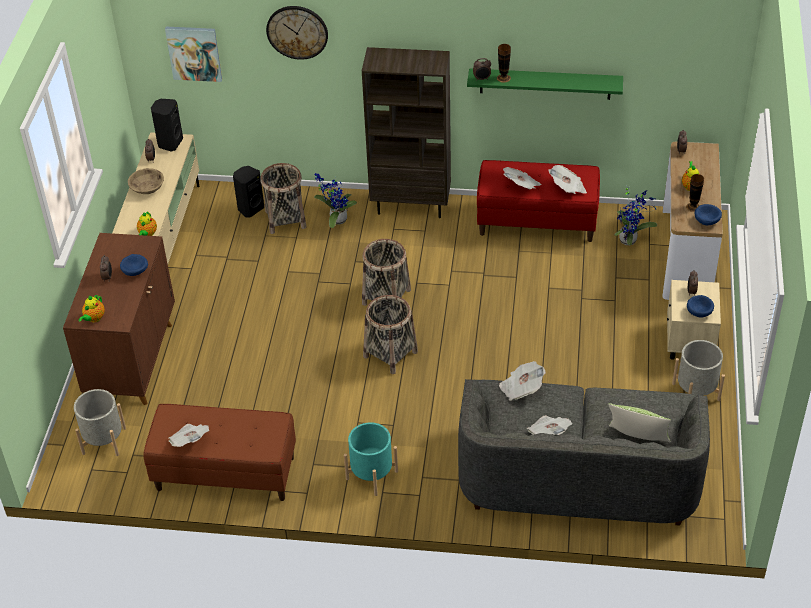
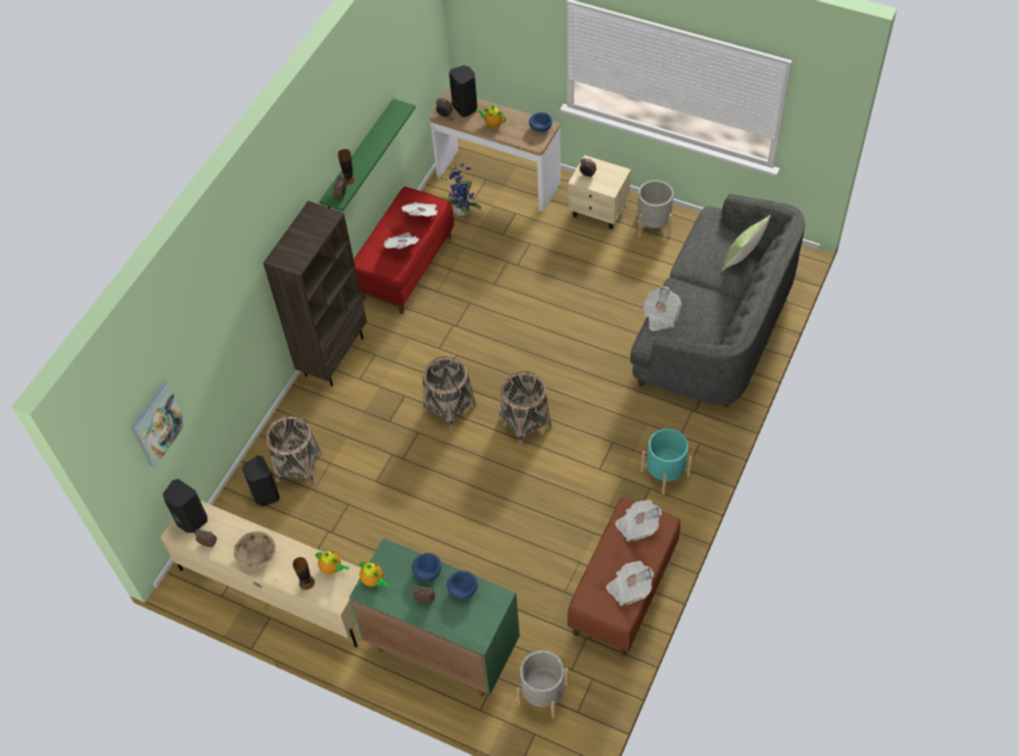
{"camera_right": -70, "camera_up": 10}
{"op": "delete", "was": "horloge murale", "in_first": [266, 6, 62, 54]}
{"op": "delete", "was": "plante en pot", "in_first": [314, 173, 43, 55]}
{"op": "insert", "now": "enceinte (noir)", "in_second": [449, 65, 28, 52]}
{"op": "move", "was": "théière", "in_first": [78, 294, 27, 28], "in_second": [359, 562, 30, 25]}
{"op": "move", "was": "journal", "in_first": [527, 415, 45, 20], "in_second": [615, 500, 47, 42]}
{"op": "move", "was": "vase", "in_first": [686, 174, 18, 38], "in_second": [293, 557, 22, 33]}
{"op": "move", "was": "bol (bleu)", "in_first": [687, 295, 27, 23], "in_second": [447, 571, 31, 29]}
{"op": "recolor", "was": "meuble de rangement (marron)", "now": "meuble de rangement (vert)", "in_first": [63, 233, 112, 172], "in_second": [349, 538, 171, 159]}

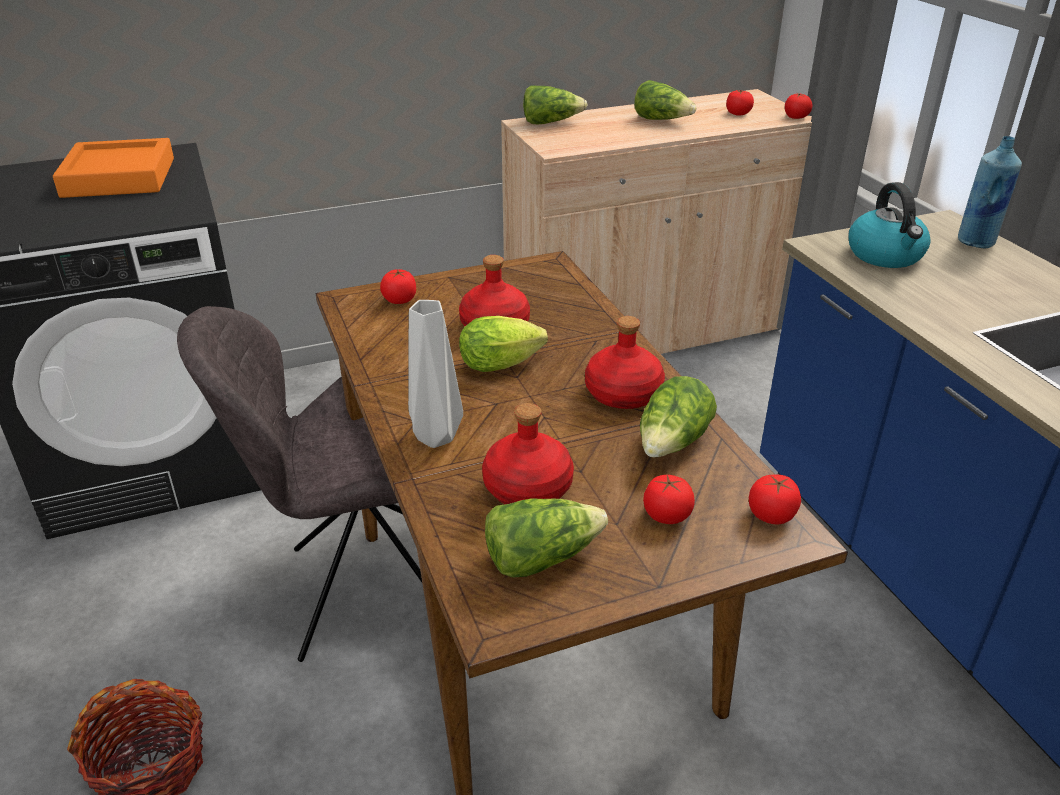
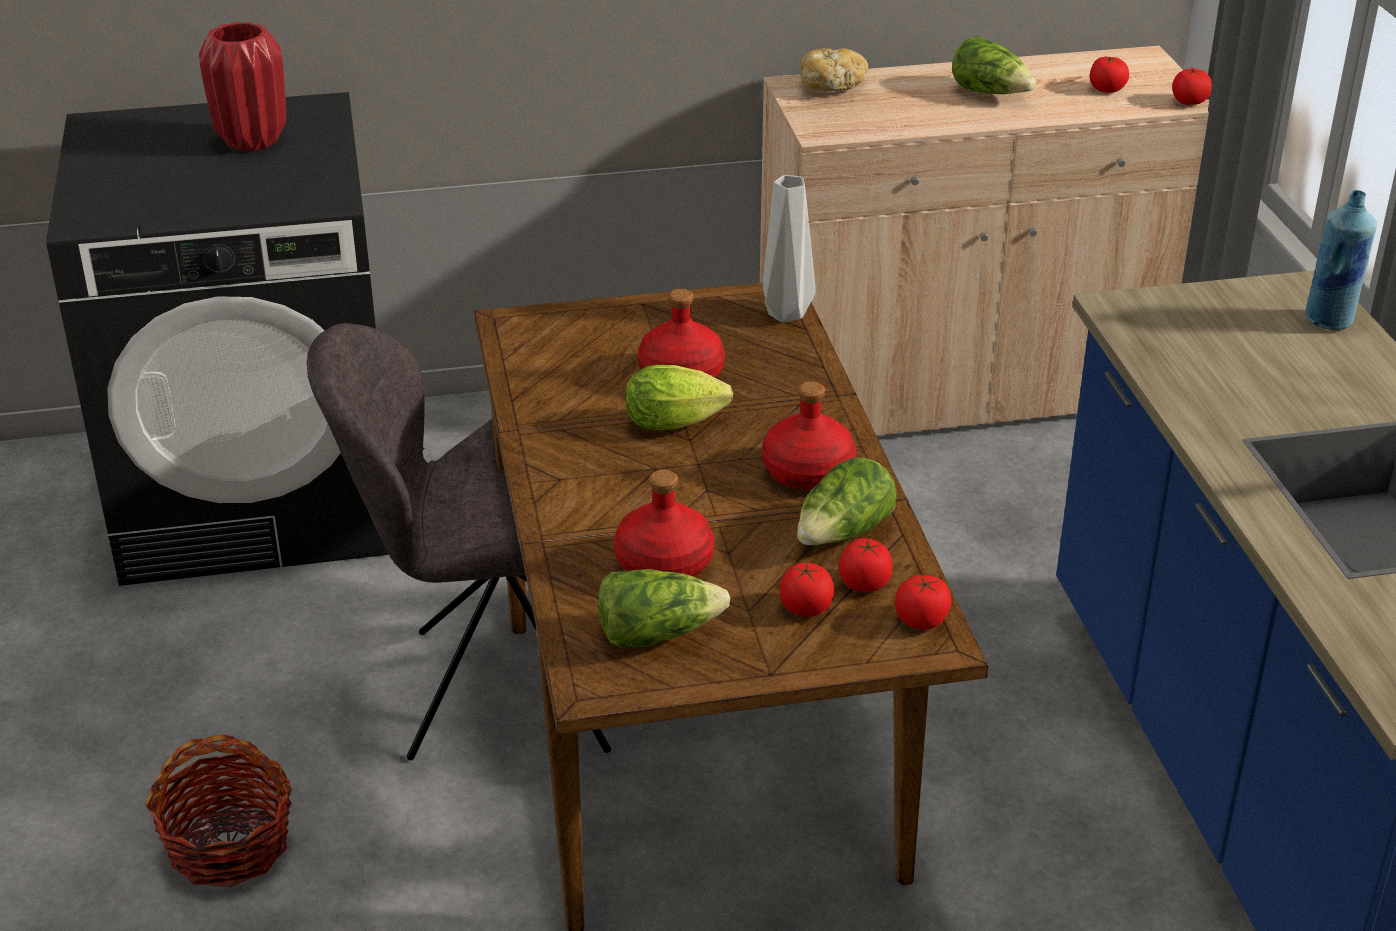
{"camera_right": 10, "camera_up": 0}
{"op": "delete", "was": "bouilloire", "in_first": [849, 182, 82, 86]}
{"op": "move", "was": "tomate", "in_first": [380, 269, 36, 35], "in_second": [839, 538, 53, 54]}
{"op": "move", "was": "vase (gris)", "in_first": [408, 300, 55, 148], "in_second": [762, 175, 54, 147]}
{"op": "replace", "was": "plateau (orange)", "now": "vase (rouge)", "in_first": [53, 138, 121, 60], "in_second": [199, 22, 87, 129]}
{"op": "replace", "was": "laitue", "now": "pain", "in_first": [523, 85, 65, 39], "in_second": [800, 48, 68, 43]}

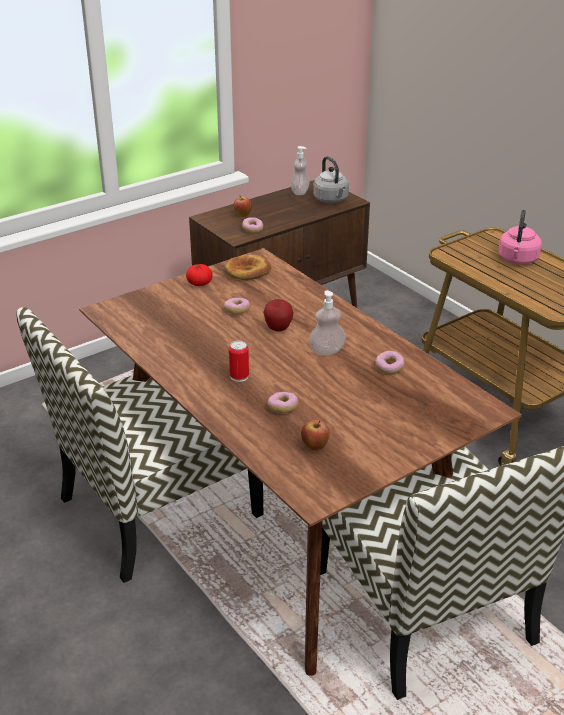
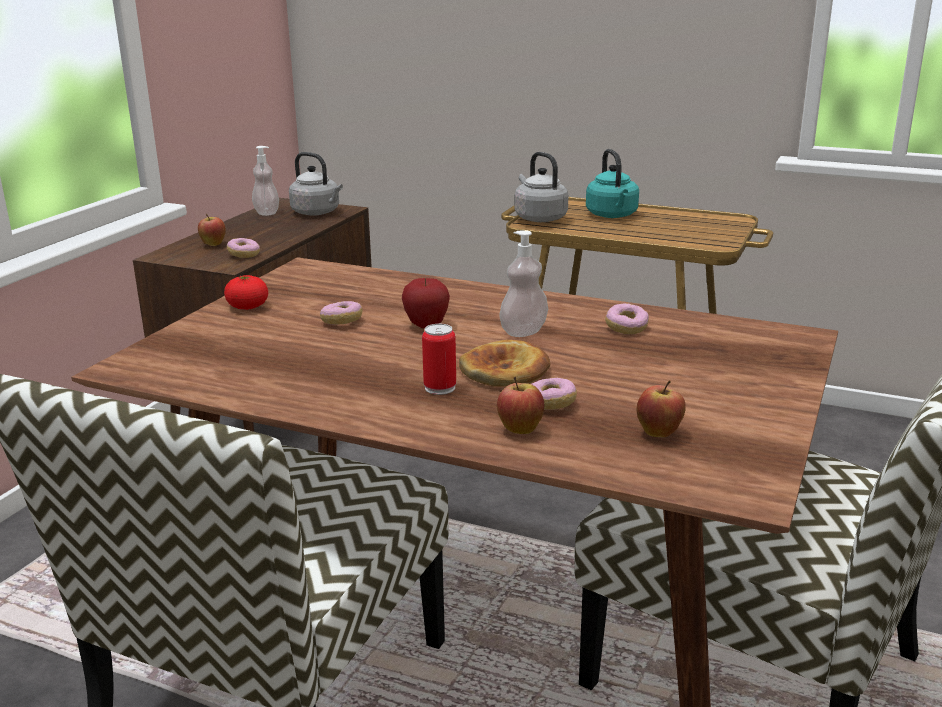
{"camera_right": -30, "camera_up": -10}
{"op": "insert", "now": "pomme", "in_second": [497, 377, 47, 57]}
{"op": "insert", "now": "bouilloire (gris)", "in_second": [515, 152, 53, 70]}
{"op": "move", "was": "pain", "in_first": [225, 255, 47, 26], "in_second": [459, 340, 92, 47]}
{"op": "recolor", "was": "bouilloire (rose)", "now": "bouilloire (turquoise)", "in_first": [498, 210, 44, 55], "in_second": [586, 149, 53, 69]}

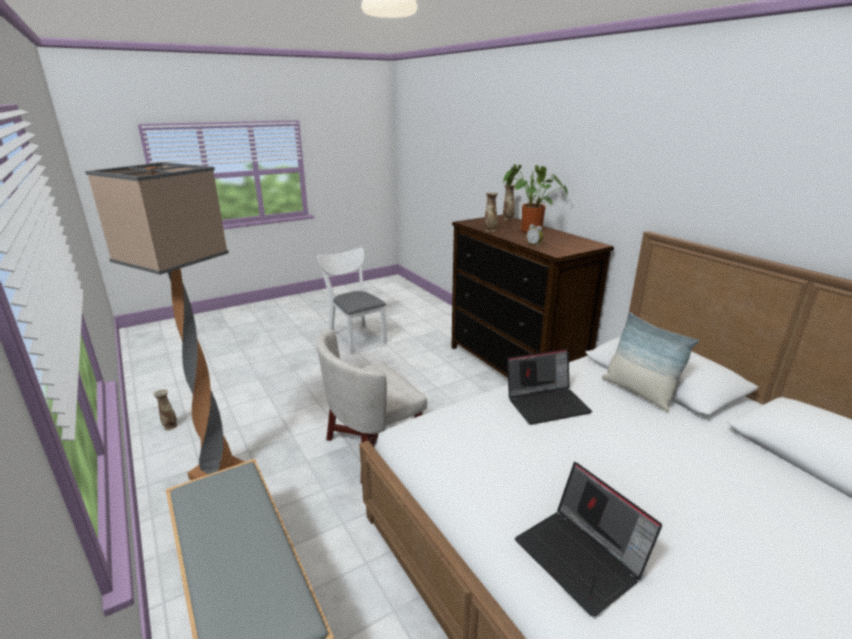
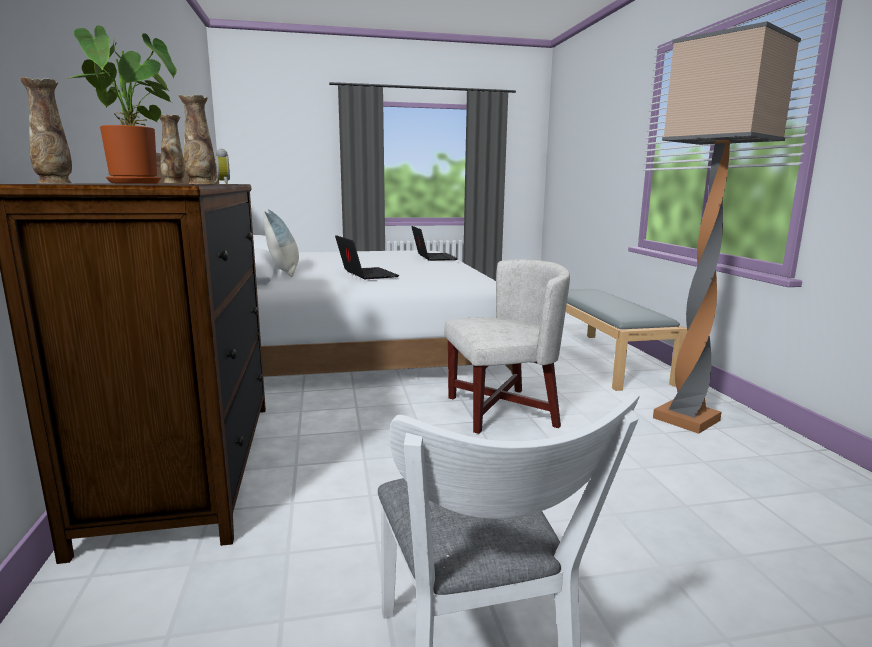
{"camera_right": -160, "camera_up": -10}
{"op": "move", "was": "vase", "in_first": [153, 389, 24, 41], "in_second": [159, 114, 26, 69]}
{"op": "rotate", "was": "ordinateur portable", "in_first": [507, 349, 85, 76], "in_second": [335, 235, 64, 44], "clockwise": 60}

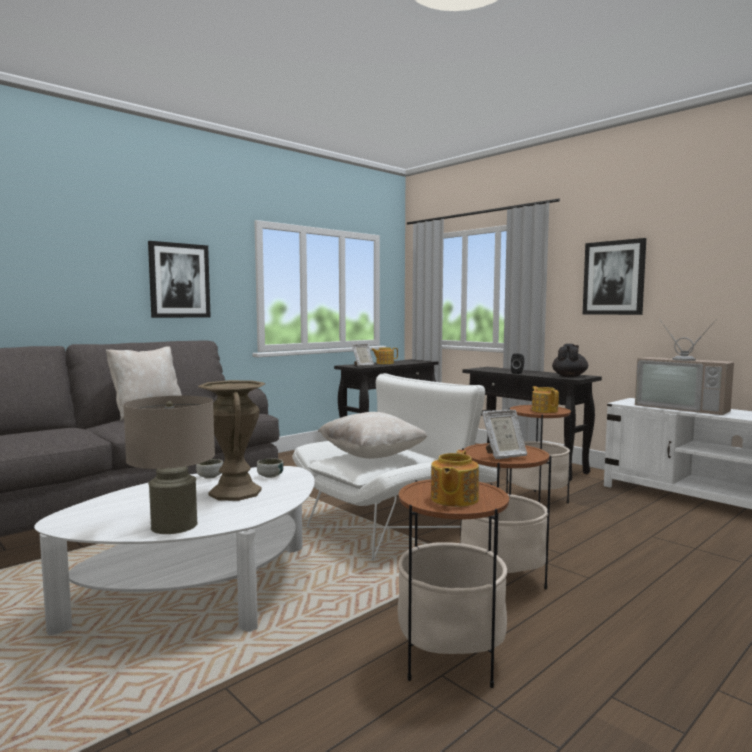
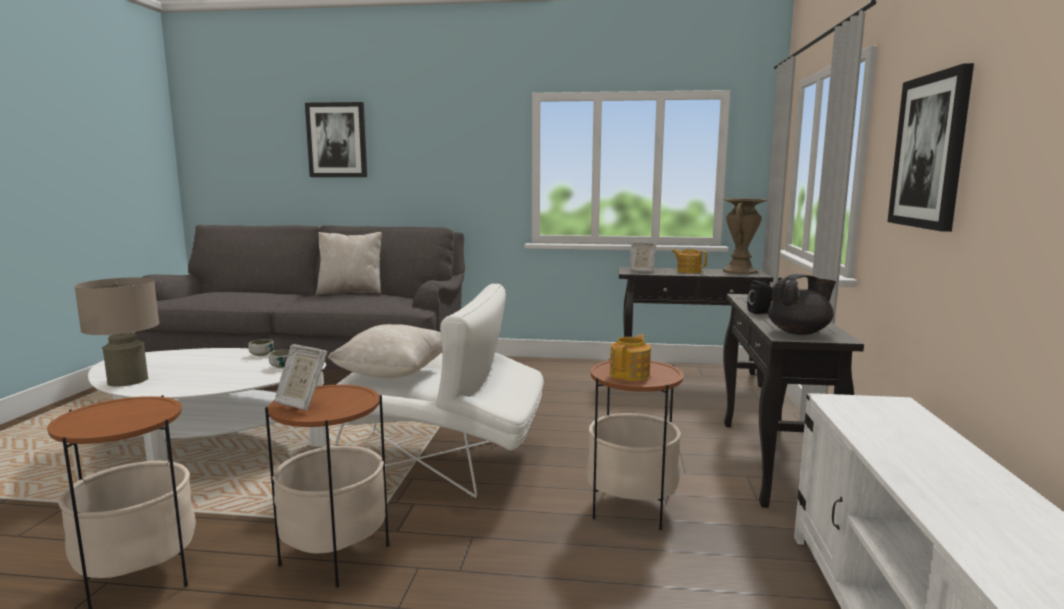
{"camera_right": 50, "camera_up": 5}
{"op": "delete", "was": "théière", "in_first": [431, 450, 48, 57]}
{"op": "delete", "was": "téléviseur", "in_first": [635, 319, 99, 96]}
{"op": "move", "was": "tableau", "in_first": [148, 241, 63, 77], "in_second": [305, 102, 62, 75]}
{"op": "move", "was": "vase (marron)", "in_first": [198, 380, 67, 121], "in_second": [723, 198, 45, 76]}

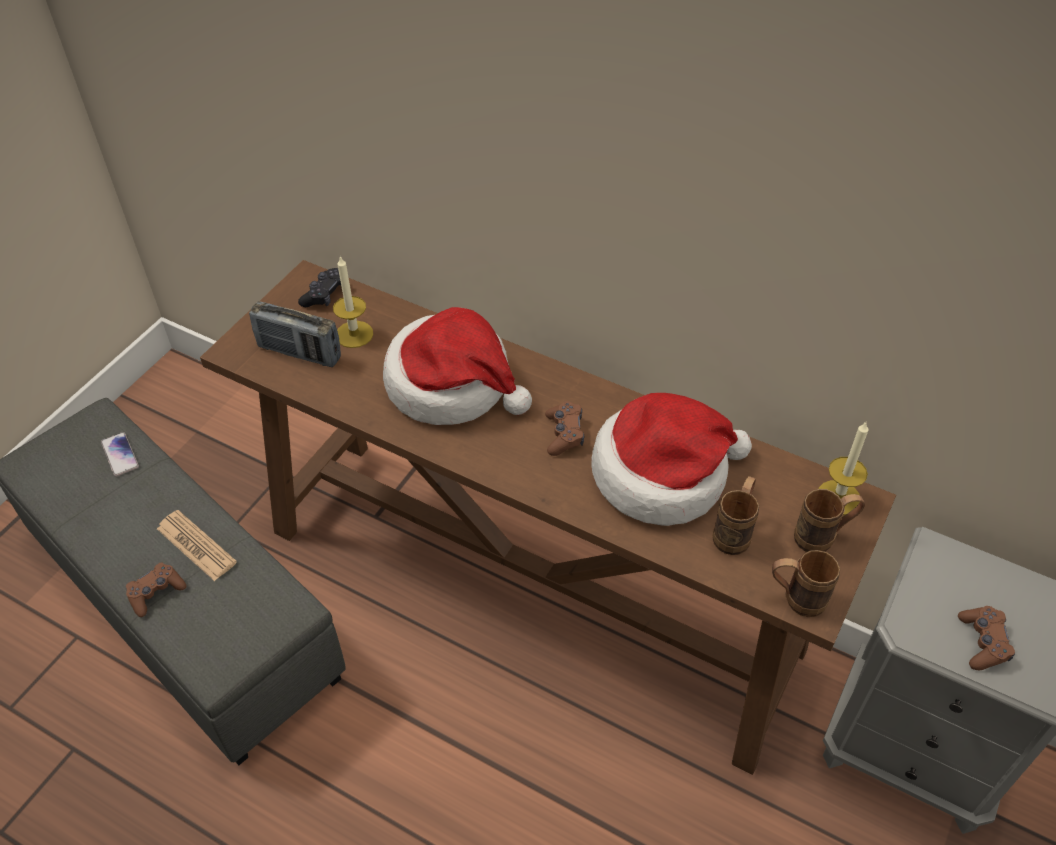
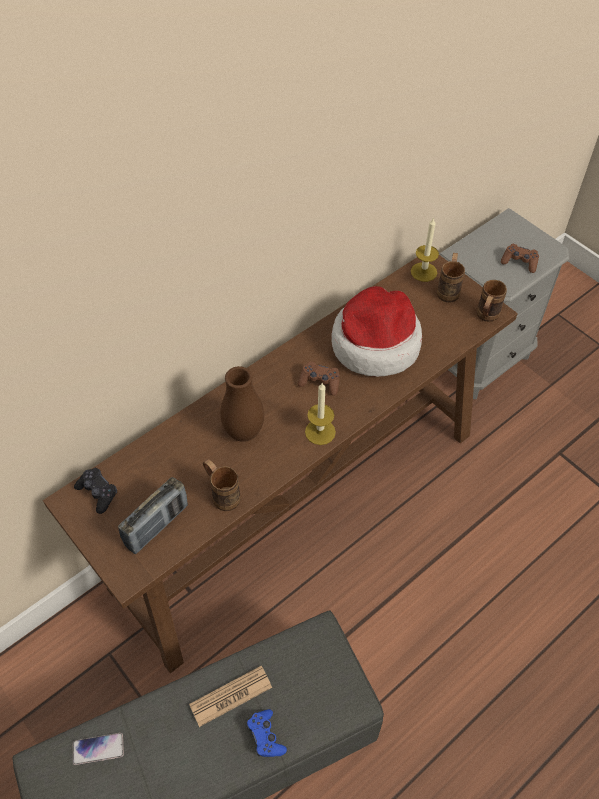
{"camera_right": -70, "camera_up": 5}
{"op": "move", "was": "bougie", "in_first": [333, 255, 40, 93], "in_second": [305, 383, 31, 62]}
{"op": "move", "was": "mug (marron)", "in_first": [713, 476, 46, 79], "in_second": [203, 459, 38, 52]}
{"op": "replace", "was": "chapeau", "now": "vase (marron)", "in_first": [383, 307, 149, 118], "in_second": [220, 366, 44, 76]}
{"op": "recolor", "was": "manette (marron)", "now": "manette (bleu)", "in_first": [126, 562, 61, 55], "in_second": [246, 709, 41, 48]}

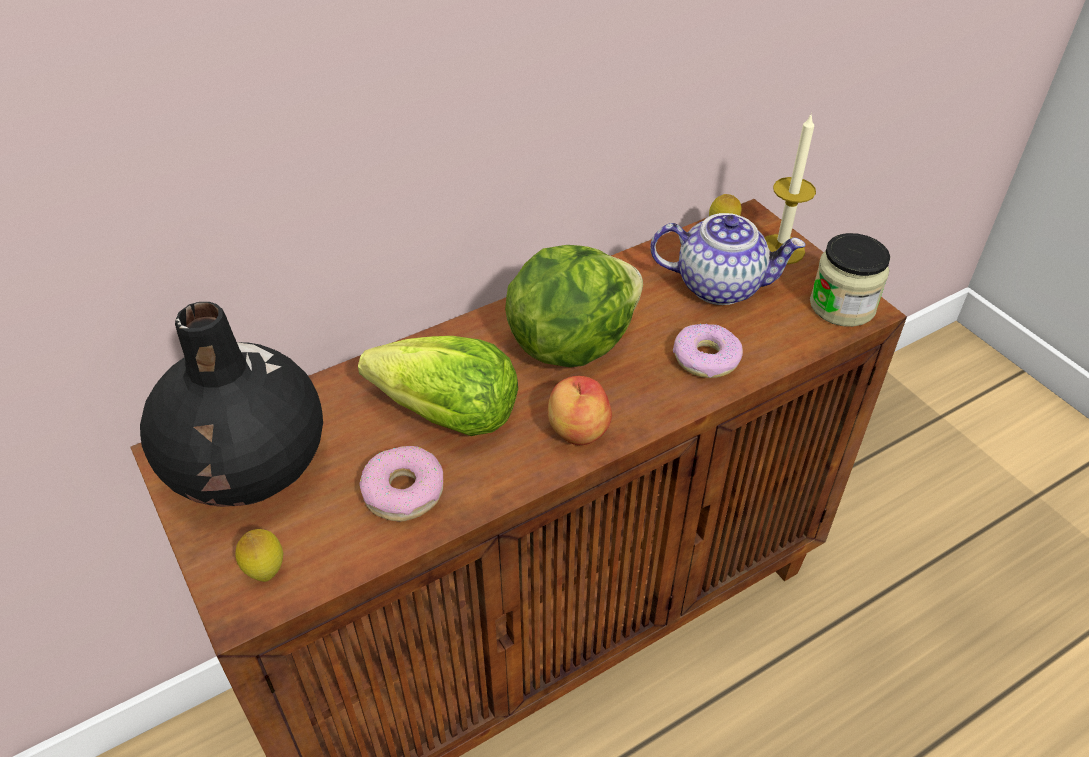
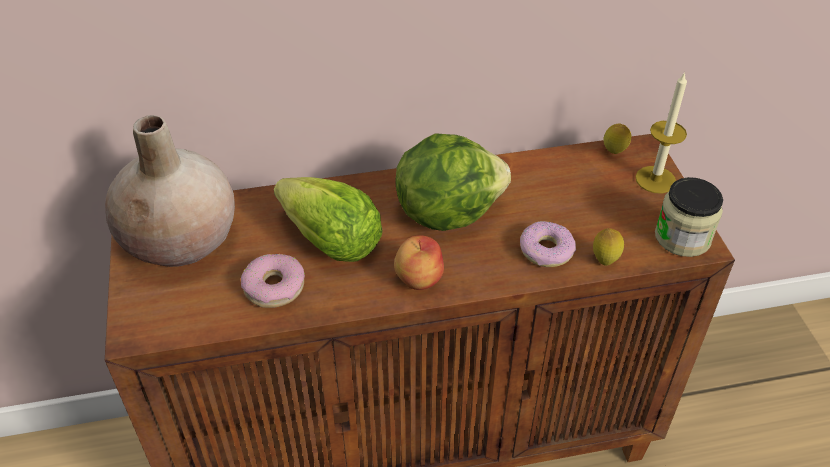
{"camera_right": 20, "camera_up": 0}
{"op": "delete", "was": "théière", "in_first": [651, 213, 155, 92]}
{"op": "move", "was": "citron", "in_first": [235, 529, 48, 53], "in_second": [593, 228, 31, 38]}
{"op": "recolor", "was": "vase (noir)", "now": "vase (beige)", "in_first": [140, 302, 183, 205], "in_second": [105, 115, 130, 152]}

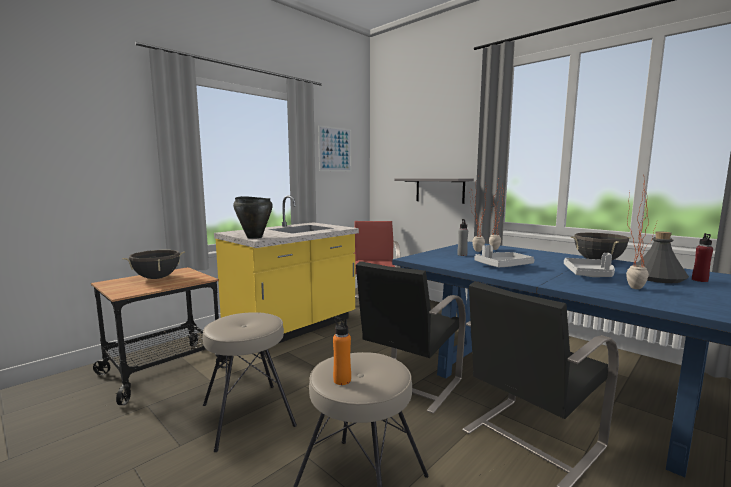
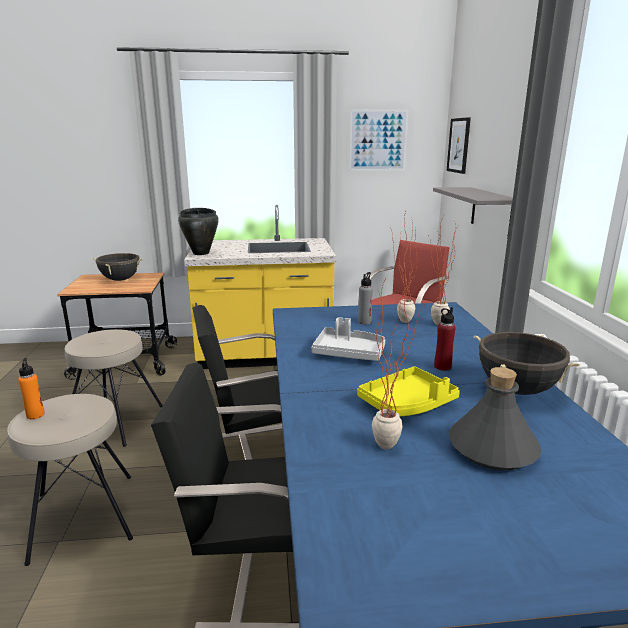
{"camera_right": 40, "camera_up": 10}
{"op": "insert", "now": "tableau", "in_second": [446, 117, 25, 57]}
{"op": "move", "was": "bouteille (rouge)", "in_first": [692, 233, 21, 49], "in_second": [434, 307, 22, 64]}
{"op": "recolor", "was": "plateau (gris)", "now": "plateau (jaune)", "in_first": [564, 253, 51, 24], "in_second": [357, 366, 103, 51]}

